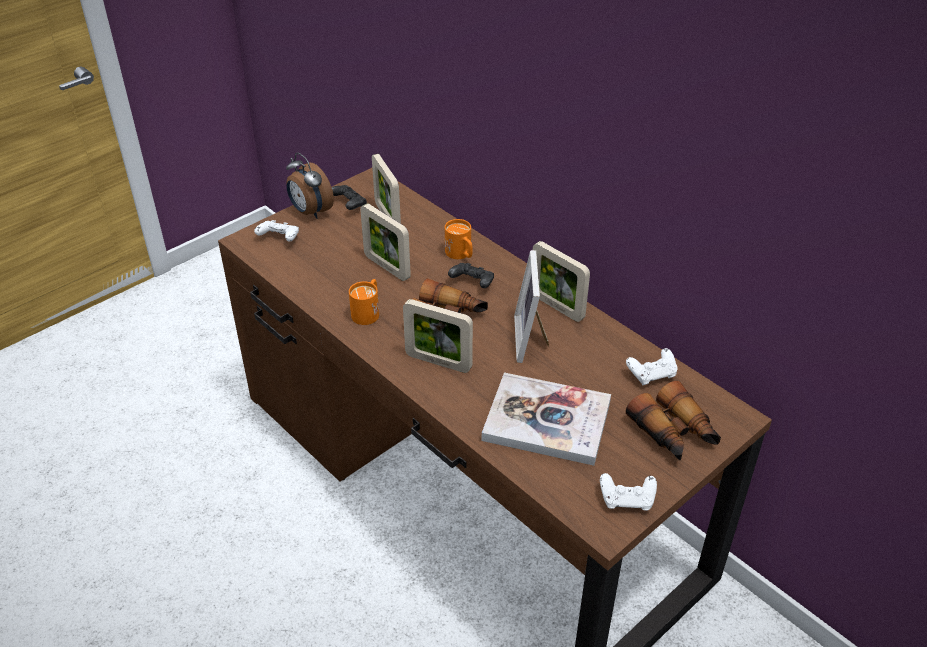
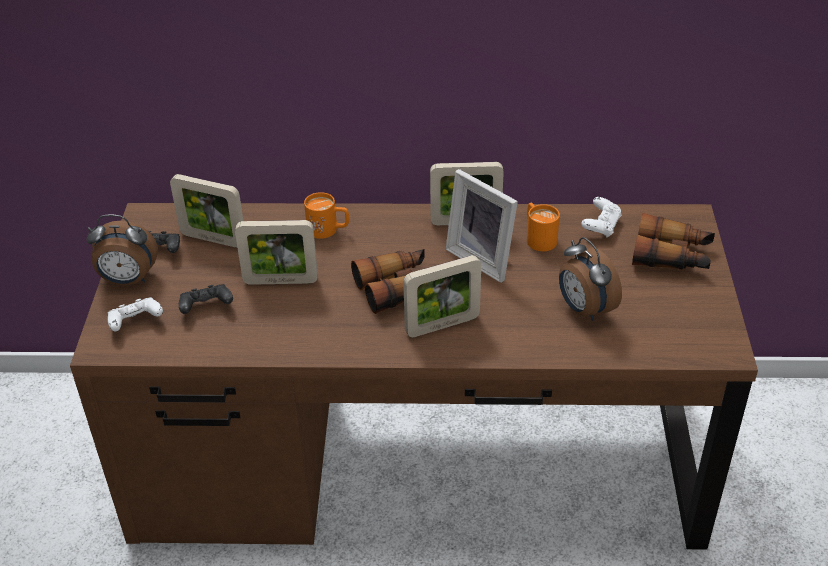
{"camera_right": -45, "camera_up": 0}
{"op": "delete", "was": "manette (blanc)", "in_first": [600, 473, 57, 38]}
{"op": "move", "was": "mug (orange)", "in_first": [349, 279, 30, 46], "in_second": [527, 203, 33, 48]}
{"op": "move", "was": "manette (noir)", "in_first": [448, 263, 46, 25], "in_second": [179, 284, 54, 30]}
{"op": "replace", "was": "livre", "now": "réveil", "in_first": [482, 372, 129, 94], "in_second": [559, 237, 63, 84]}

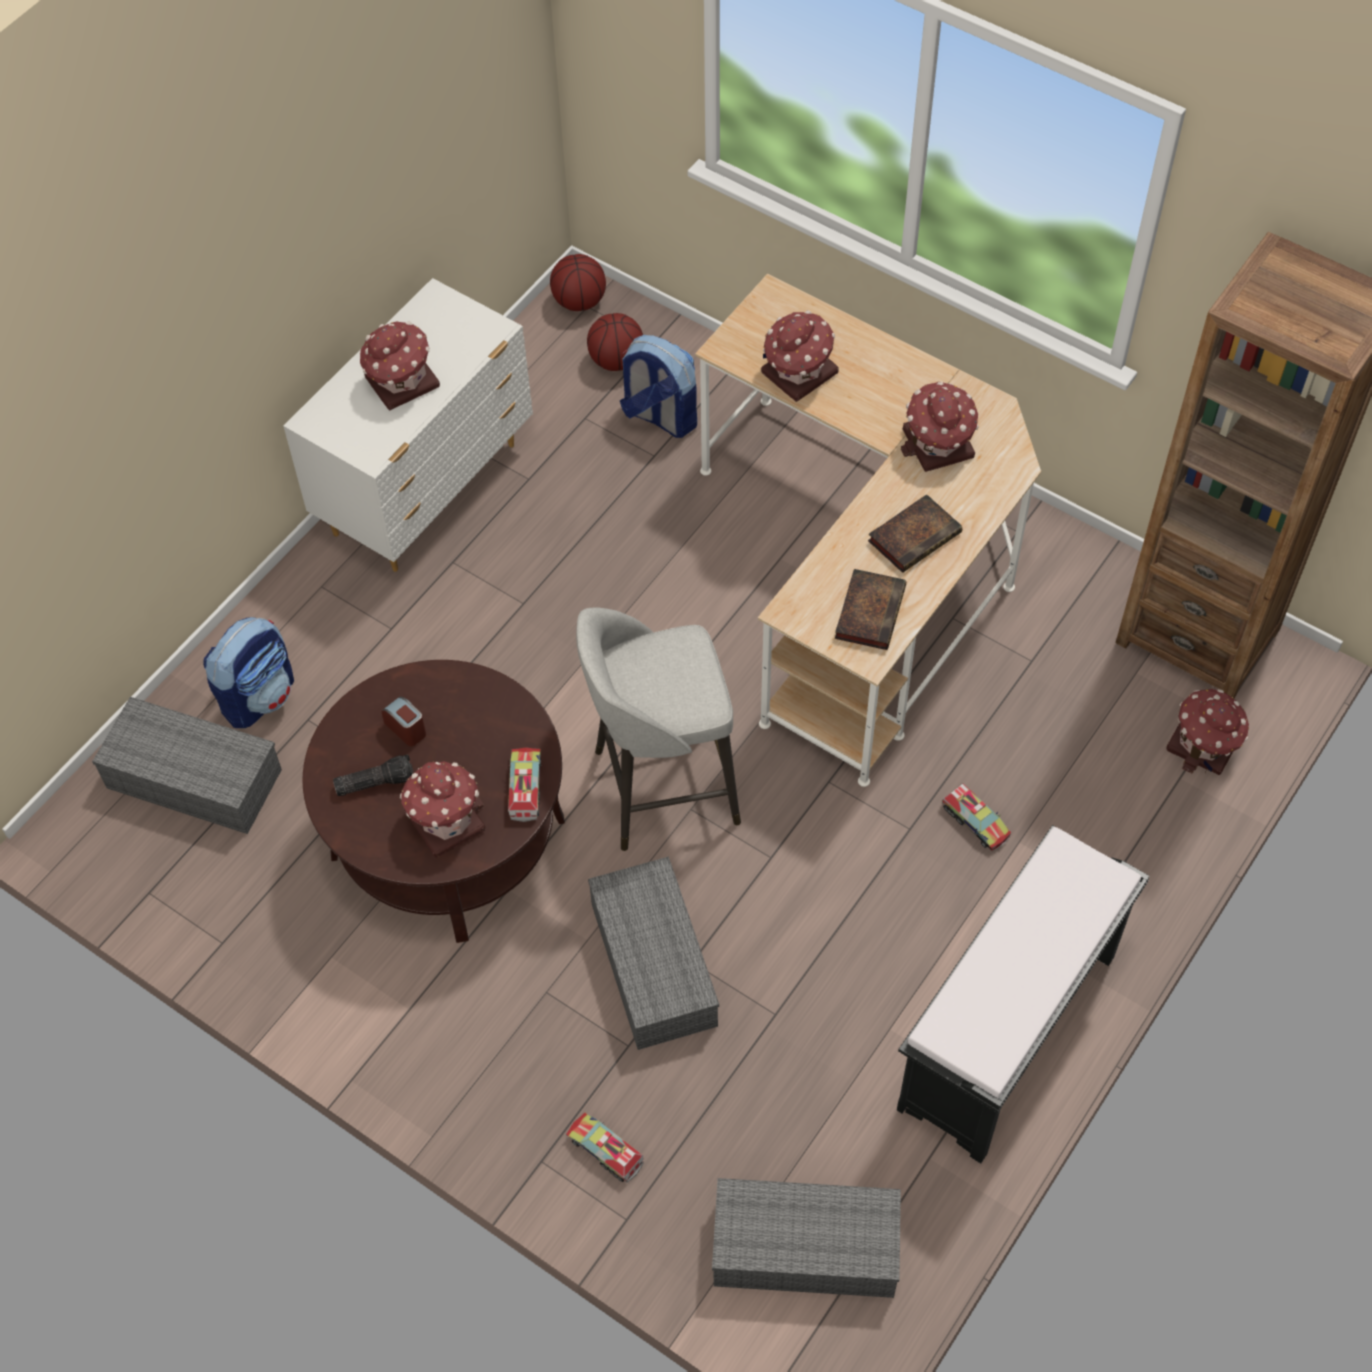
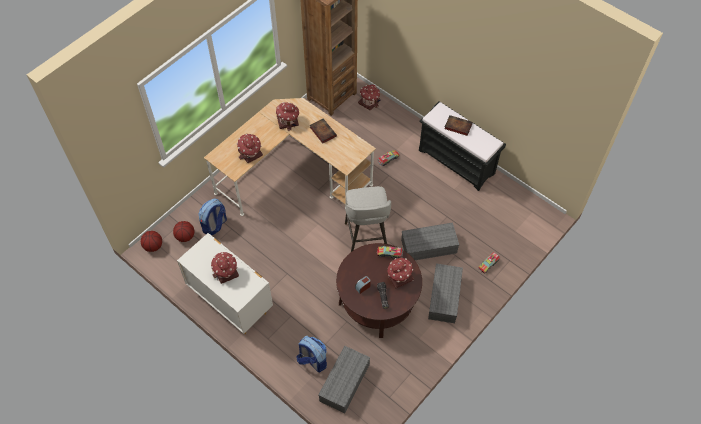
{"camera_right": -85, "camera_up": 0}
{"op": "move", "was": "boîte de rangement (gris)", "in_first": [712, 1178, 189, 120], "in_second": [428, 263, 35, 60]}
{"op": "move", "was": "livre", "in_first": [835, 569, 71, 81], "in_second": [444, 115, 29, 21]}

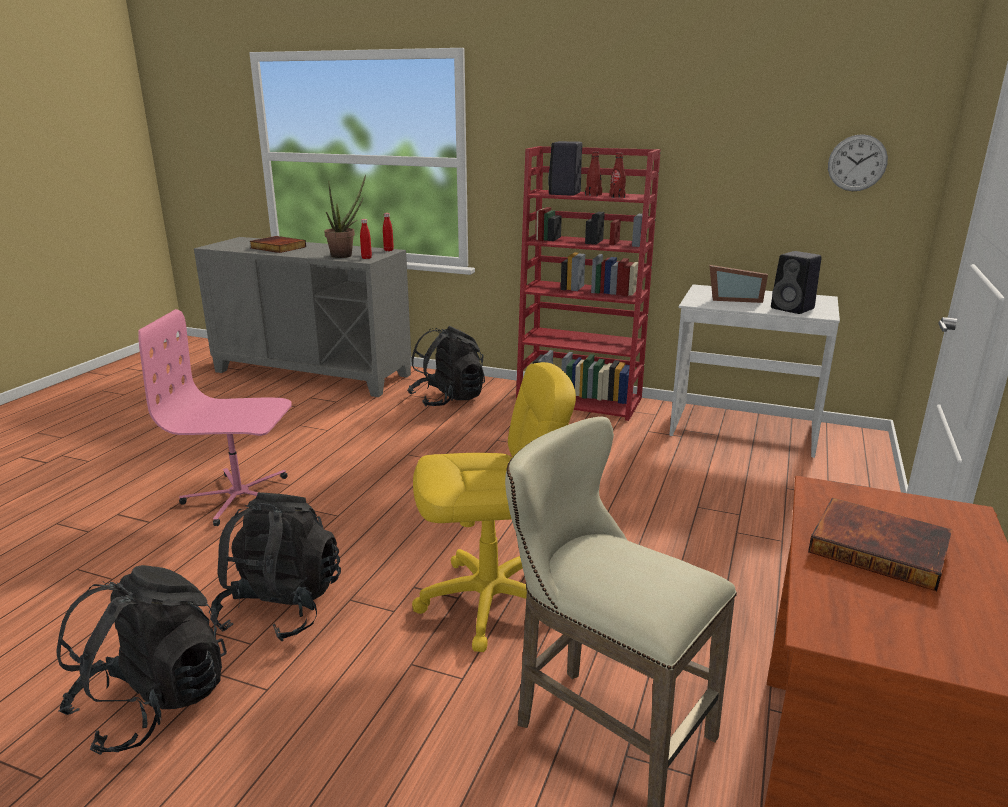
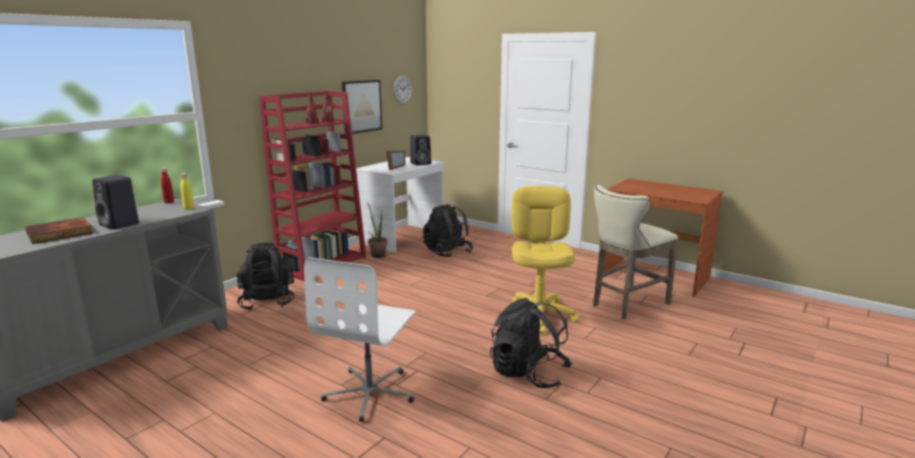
{"camera_right": -75, "camera_up": -5}
{"op": "delete", "was": "livre", "in_first": [808, 498, 144, 93]}
{"op": "insert", "now": "tableau", "in_second": [342, 80, 40, 54]}
{"op": "move", "was": "sac à dos (noir)", "in_first": [56, 565, 171, 190], "in_second": [423, 204, 50, 53]}
{"op": "move", "was": "plante en pot", "in_first": [324, 175, 42, 83], "in_second": [367, 203, 20, 55]}
{"op": "move", "was": "enceinte (noir)", "in_first": [548, 141, 34, 55], "in_second": [92, 175, 47, 54]}
{"op": "recolor", "was": "chaise de bureau (rose)", "now": "chaise de bureau (blanc)", "in_first": [138, 309, 154, 217], "in_second": [304, 257, 112, 165]}
{"op": "recolor", "was": "bouteille (rouge)", "now": "bouteille (jaune)", "in_first": [360, 219, 12, 40], "in_second": [181, 173, 13, 37]}

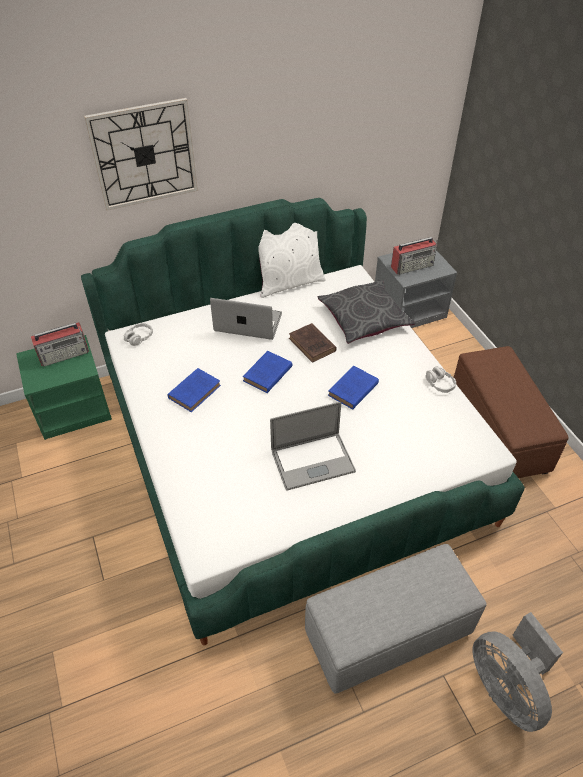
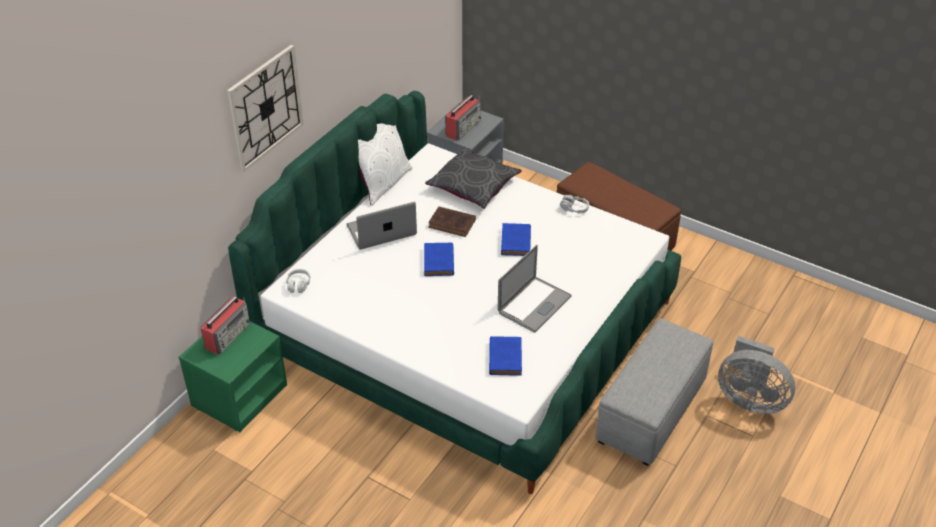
{"camera_right": -35, "camera_up": -5}
{"op": "move", "was": "livre (bleu)", "in_first": [167, 368, 54, 44], "in_second": [489, 336, 33, 40]}

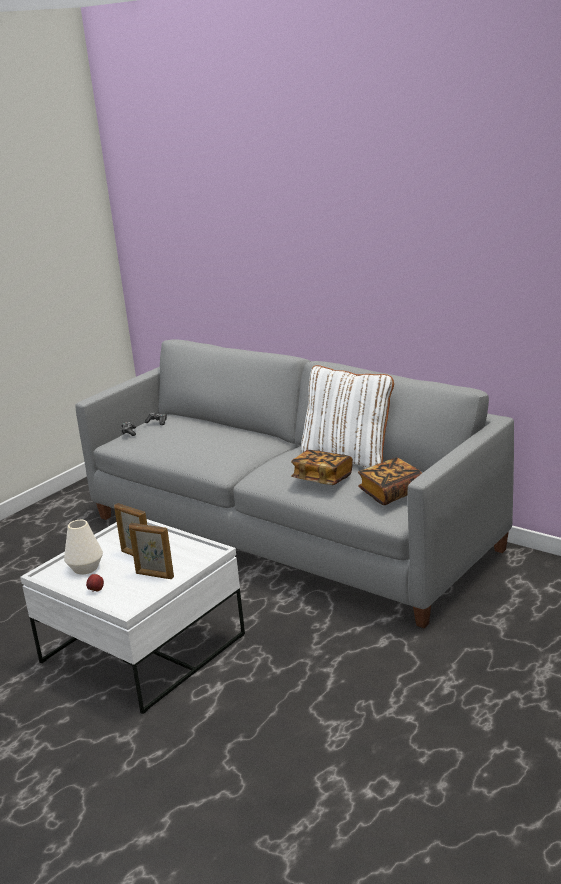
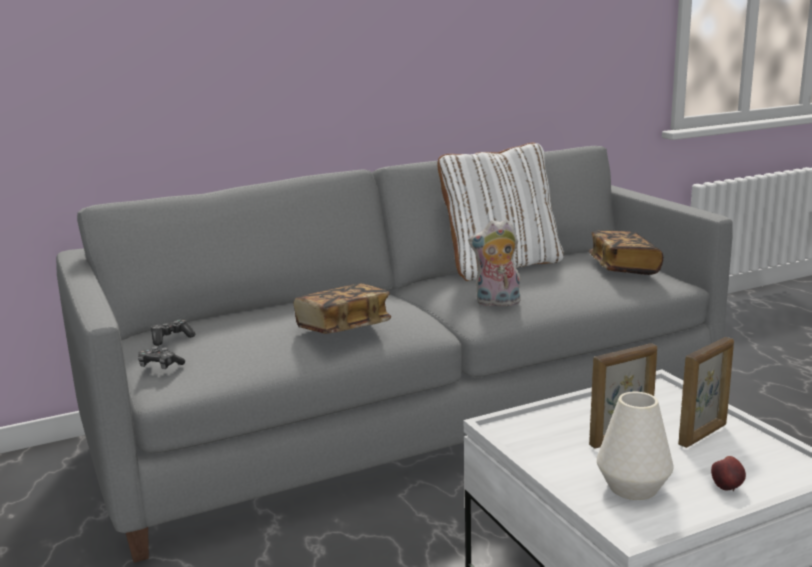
{"camera_right": -65, "camera_up": -5}
{"op": "insert", "now": "peluche", "in_second": [468, 219, 53, 88]}
{"op": "move", "was": "livre", "in_first": [291, 450, 62, 35], "in_second": [293, 283, 98, 51]}

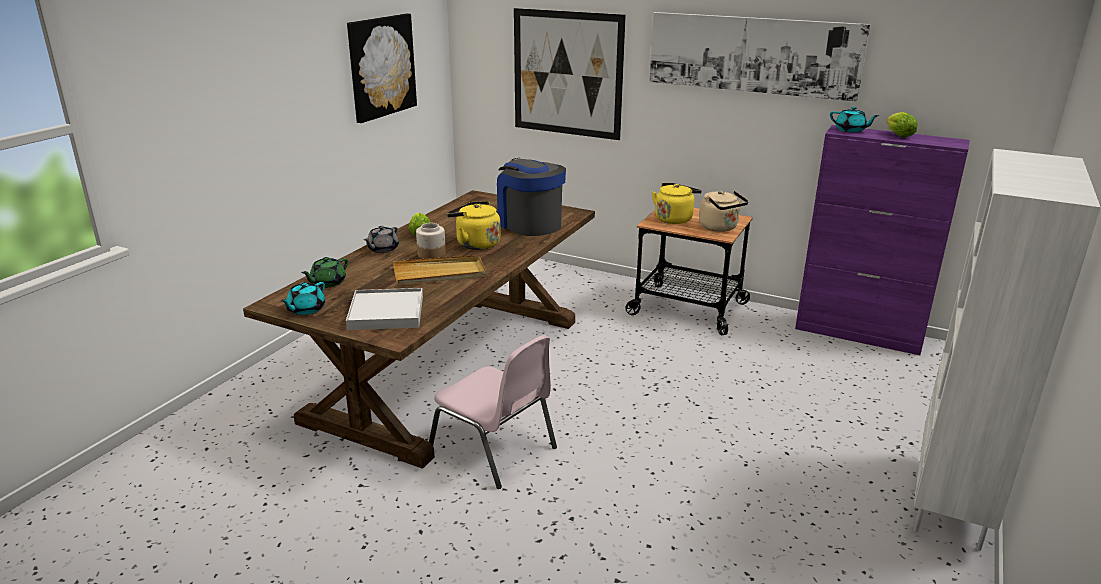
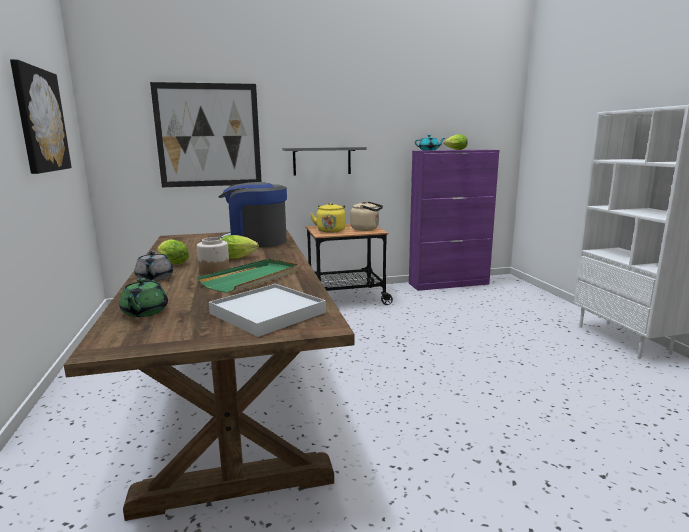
{"camera_right": -40, "camera_up": -10}
{"op": "delete", "was": "théière (turquoise)", "in_first": [281, 282, 44, 33]}
{"op": "delete", "was": "chaise (rose)", "in_first": [429, 335, 128, 154]}
{"op": "delete", "was": "tableau", "in_first": [650, 12, 221, 90]}
{"op": "insert", "now": "étagère (gris)", "in_second": [282, 147, 85, 29]}
{"op": "replace", "was": "bouilloire (jaune)", "now": "laitue", "in_first": [447, 201, 54, 49], "in_second": [222, 235, 37, 24]}
{"op": "recolor", "was": "plateau (beige)", "now": "plateau (vert)", "in_first": [393, 255, 93, 28], "in_second": [197, 259, 103, 34]}

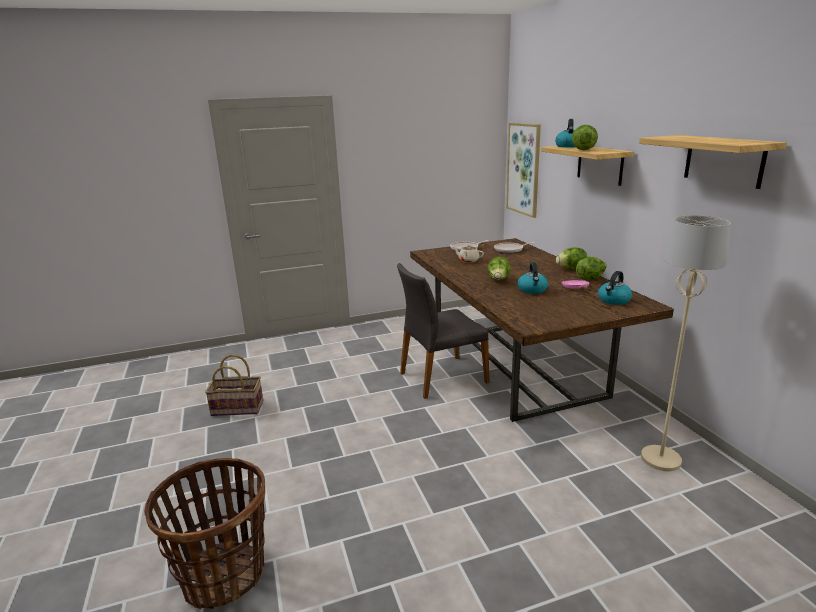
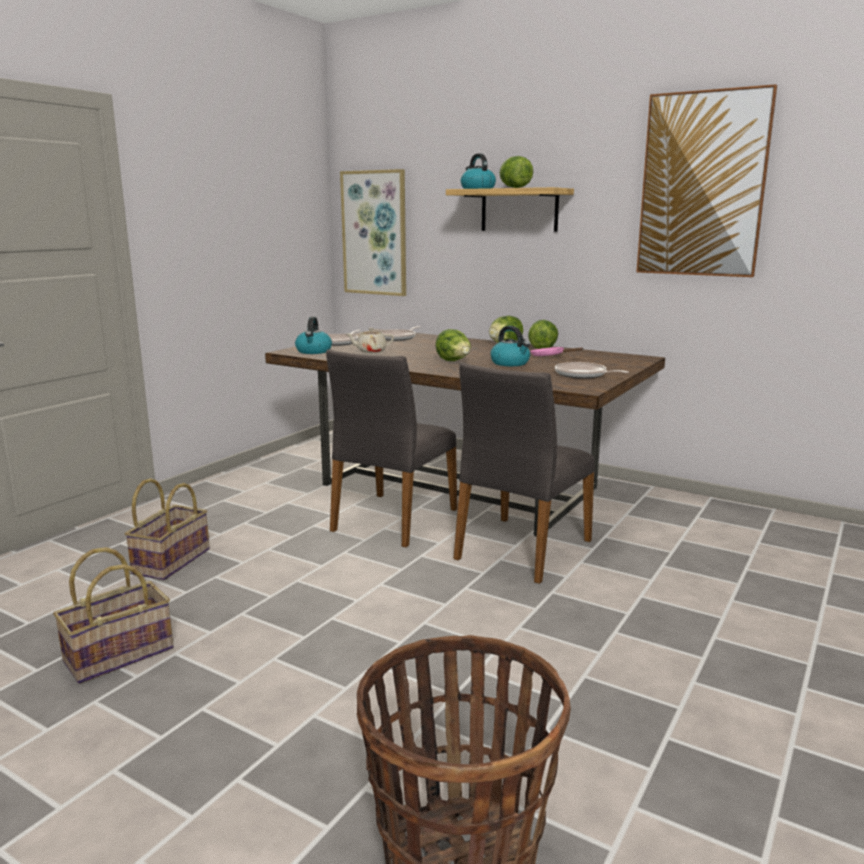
{"camera_right": -40, "camera_up": -5}
{"op": "delete", "was": "lampadaire (beige)", "in_first": [641, 215, 90, 256]}
{"op": "insert", "now": "panier", "in_second": [125, 478, 85, 102]}
{"op": "insert", "now": "chaise (gris)", "in_second": [453, 363, 142, 221]}
{"op": "insert", "now": "poêle", "in_second": [555, 362, 74, 17]}
{"op": "move", "was": "bouilloire", "in_first": [598, 271, 34, 34], "in_second": [295, 317, 37, 37]}
{"op": "replace", "was": "étagère", "now": "tableau", "in_first": [639, 135, 148, 54], "in_second": [636, 84, 141, 193]}

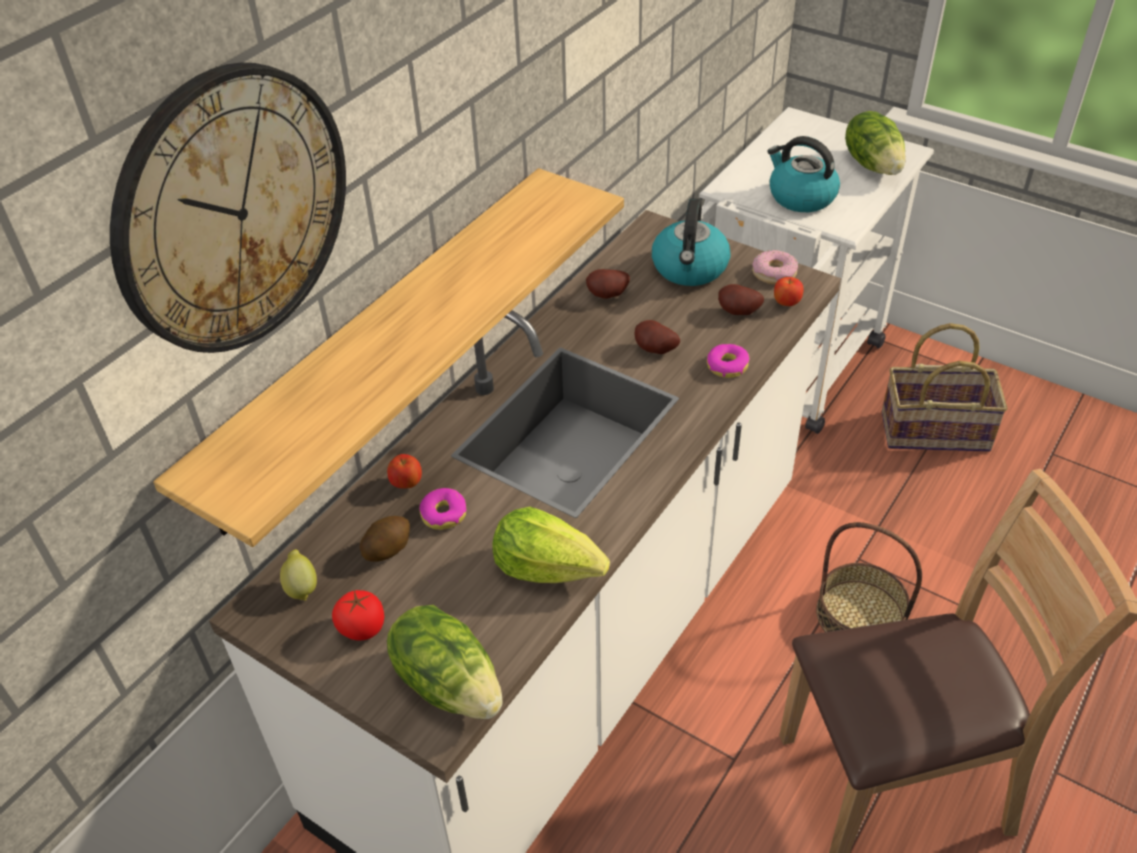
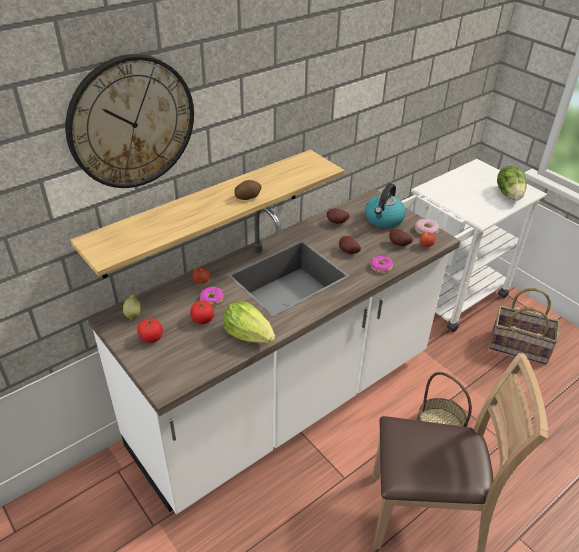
{"camera_right": 15, "camera_up": -5}
{"op": "delete", "was": "laitue", "in_first": [387, 605, 116, 114]}
{"op": "delete", "was": "bouilloire", "in_first": [768, 136, 72, 76]}
{"op": "insert", "now": "tomate", "in_second": [190, 301, 24, 23]}
{"op": "move", "was": "pomme de terre", "in_first": [360, 516, 50, 46], "in_second": [234, 180, 28, 20]}

